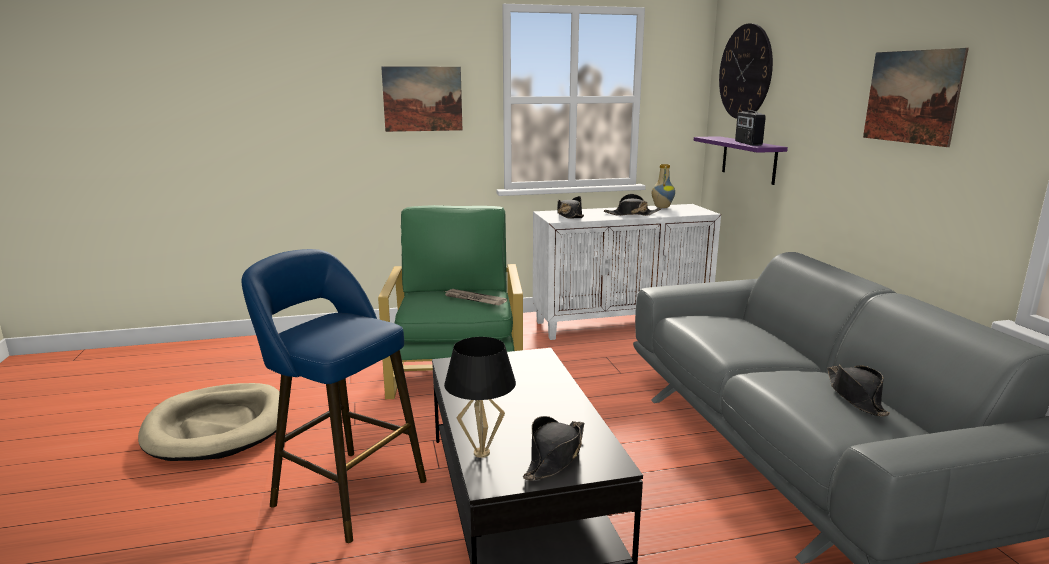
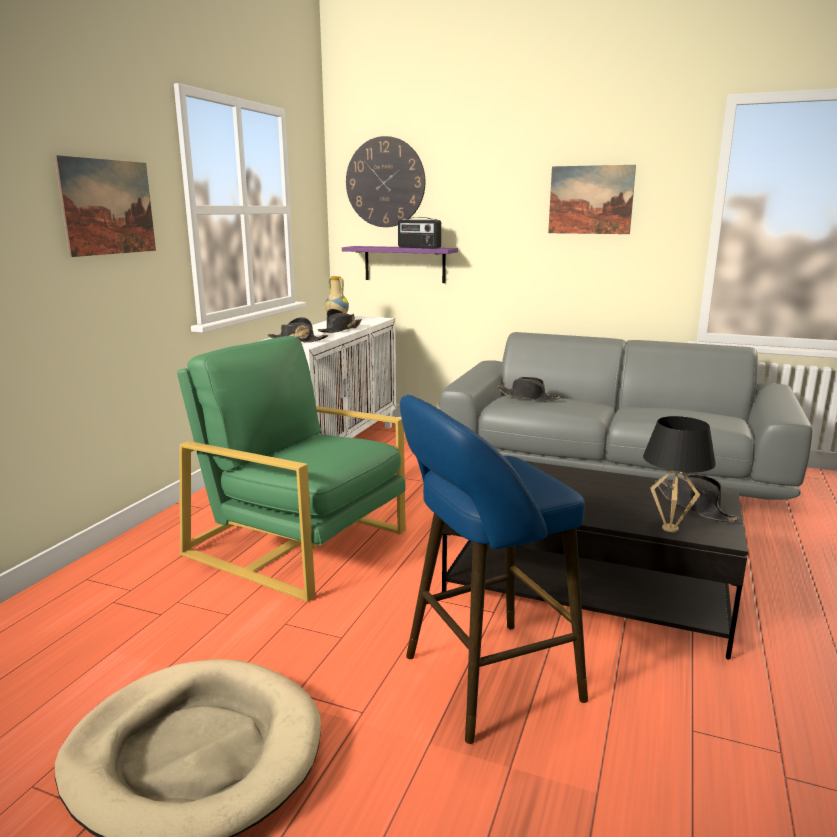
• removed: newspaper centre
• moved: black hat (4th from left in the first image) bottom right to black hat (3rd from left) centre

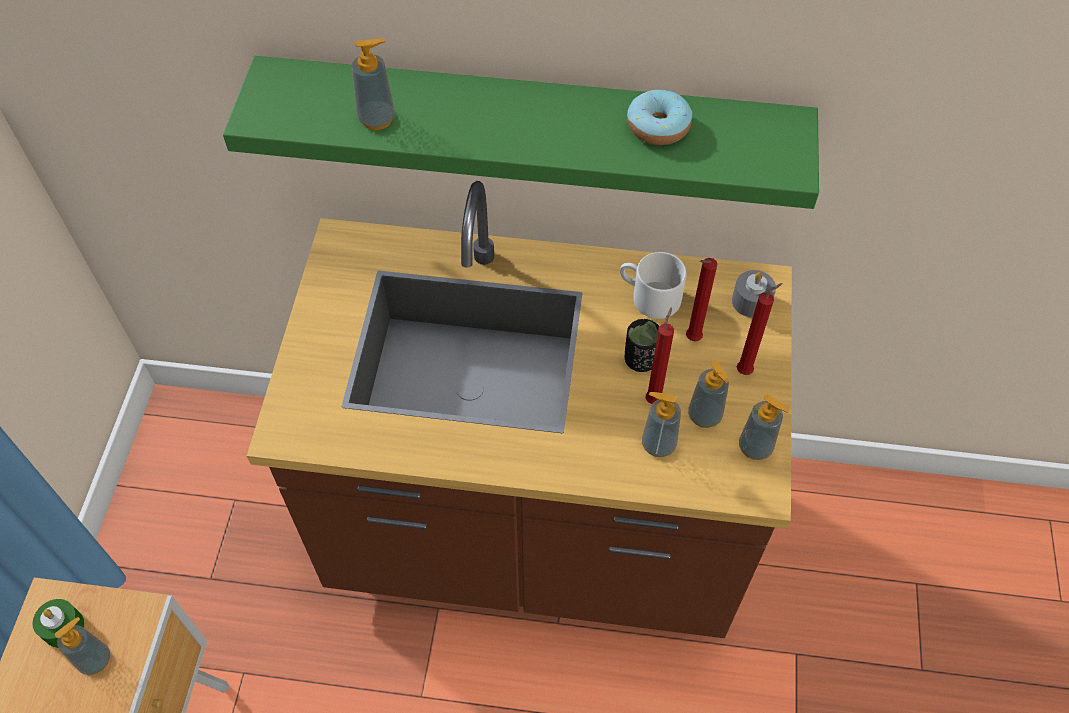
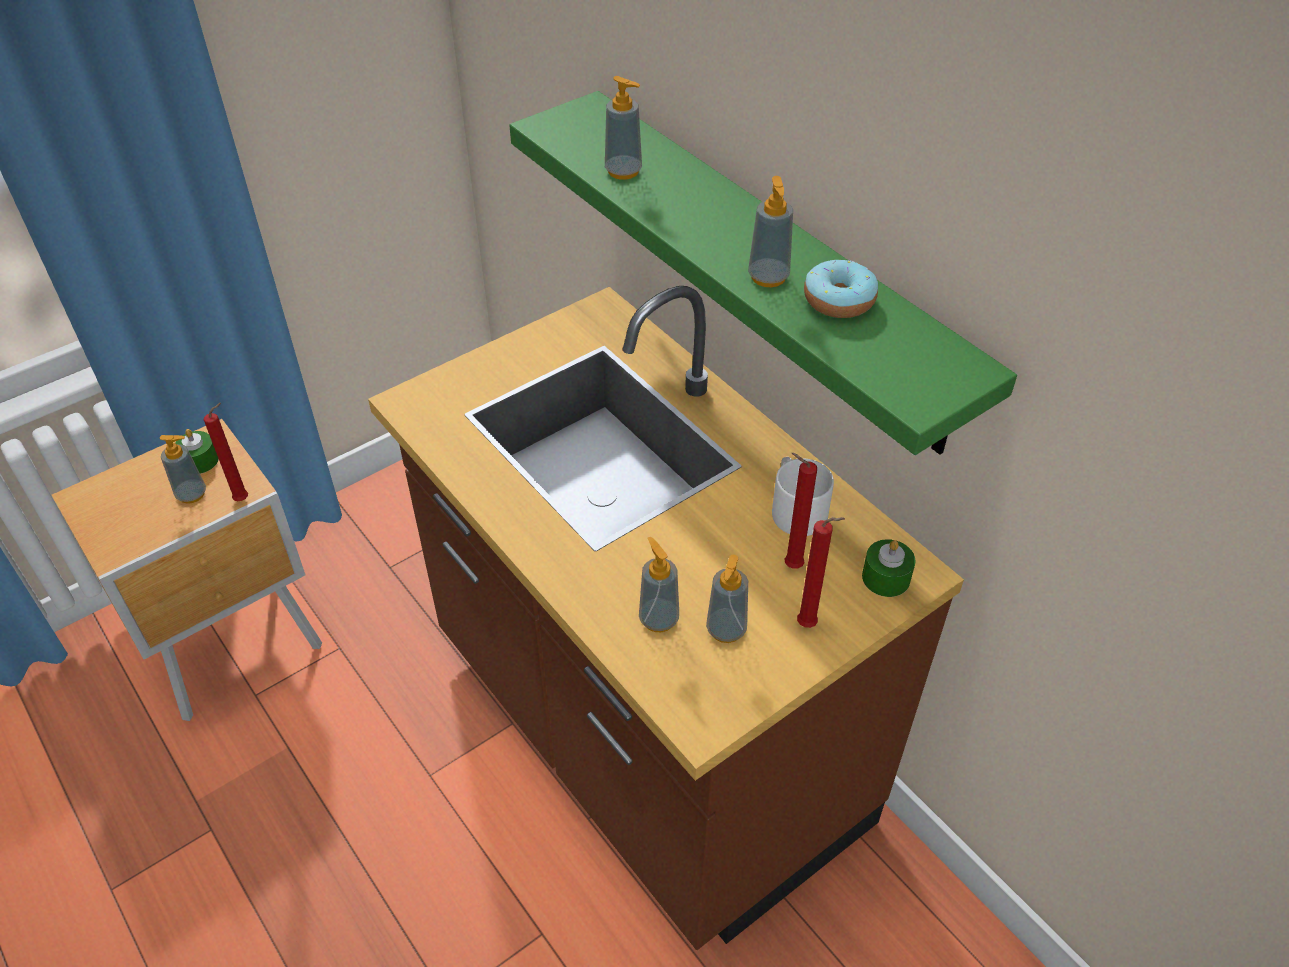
• recoloured: grey candle middle right to green candle (2nd from left) middle right
• moved: red candle (1st from left) centre to middle left
• removed: black cup centre
• moved: soap dispenser (5th from left) middle right to top centre

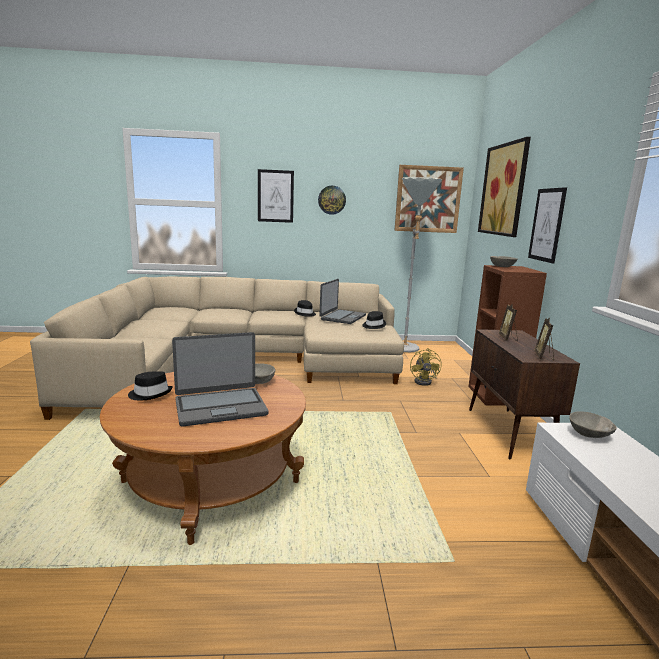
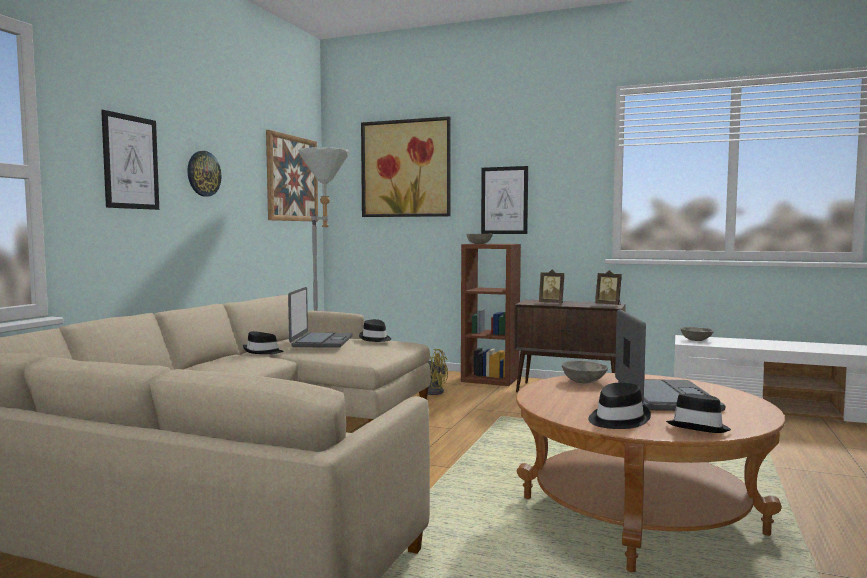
• turned: laptop (2nd from left in the first image) centre = centre 45 degrees clockwise
• added: black hat (4th from left) bottom right

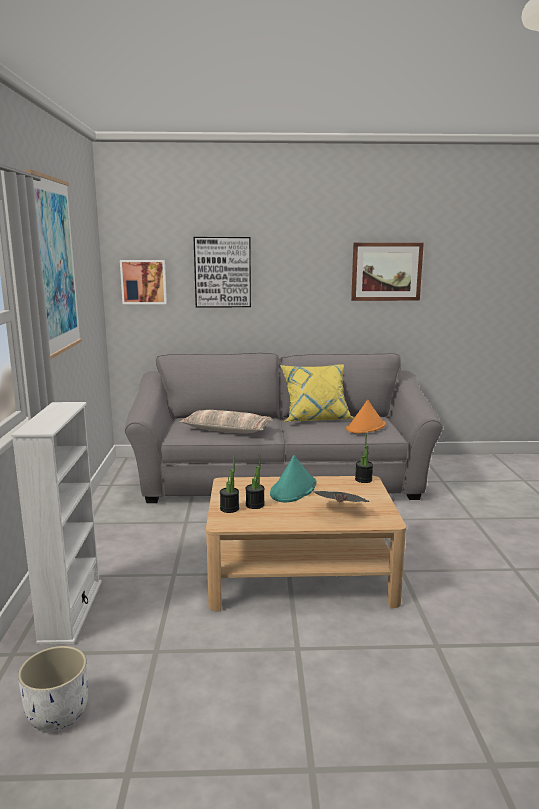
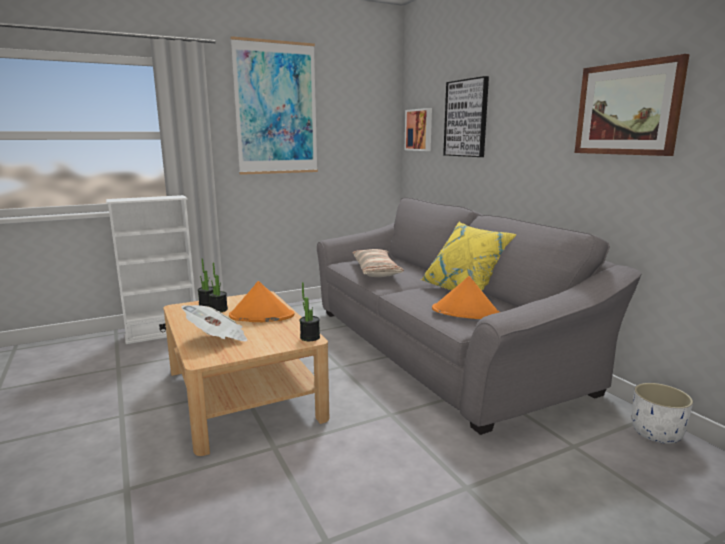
• recoloured: turquoise hat centre to orange hat (1st from left) centre
• moved: white planter bottom left to bottom right

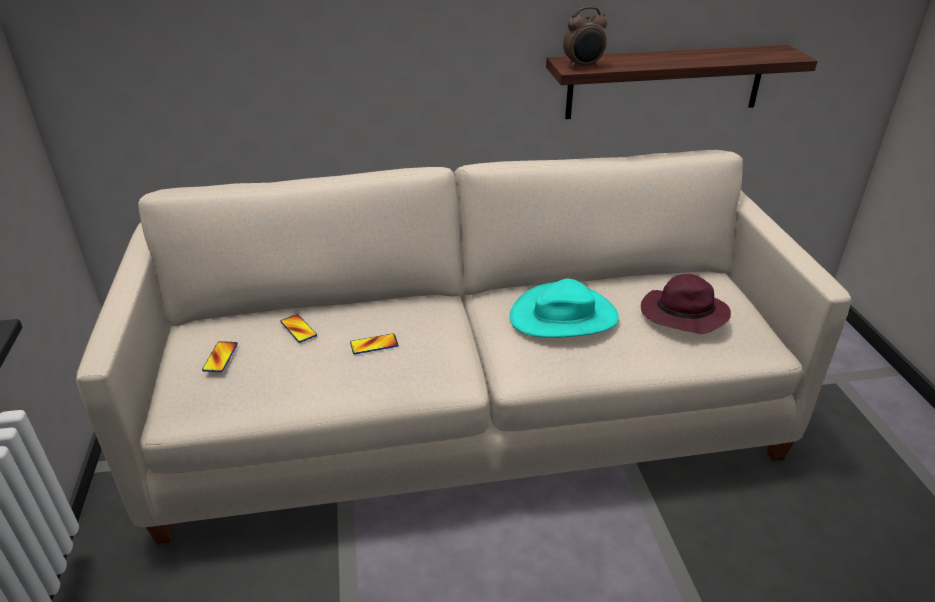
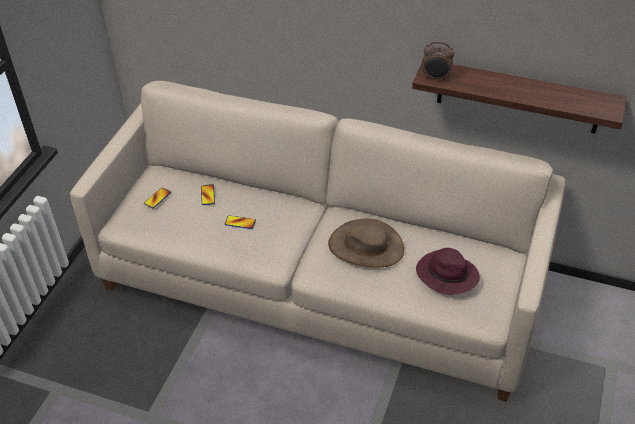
• recoloured: turquoise hat centre to brown hat centre

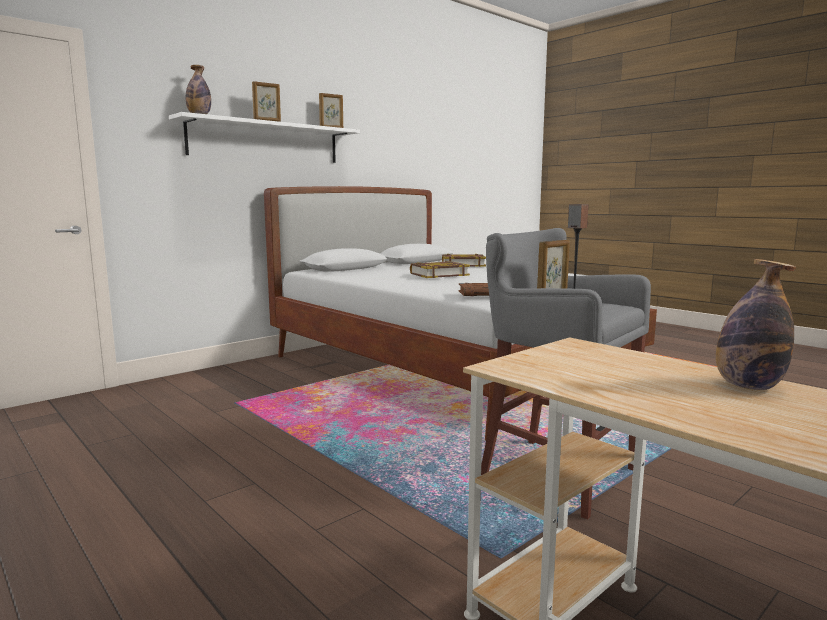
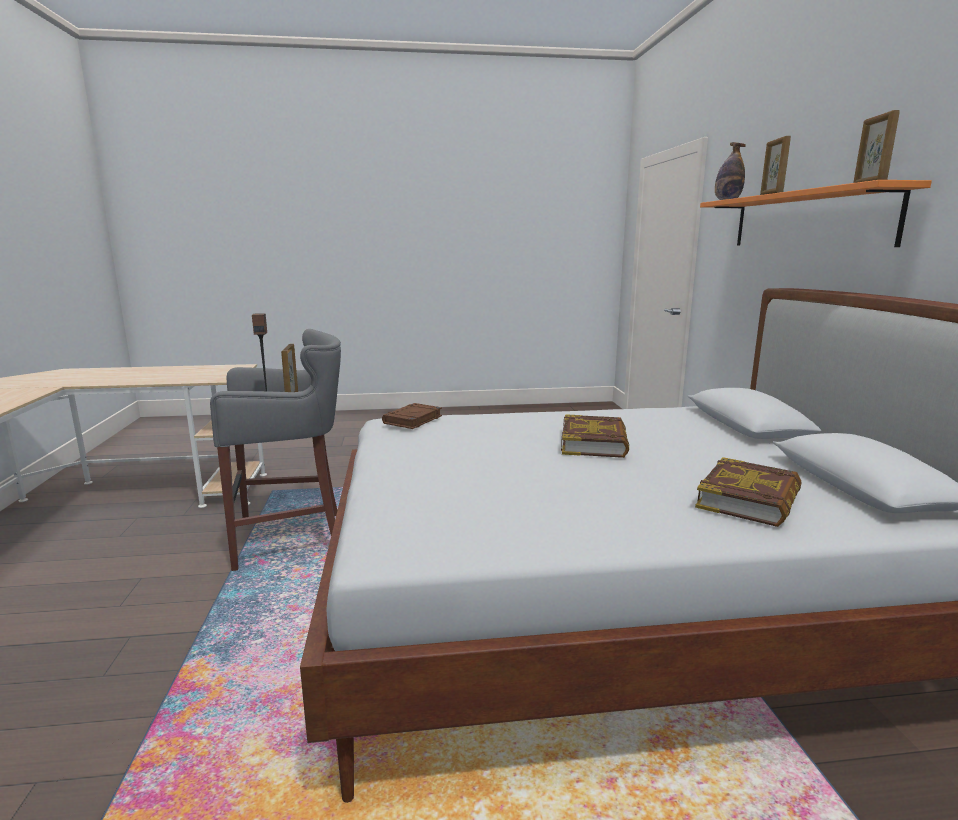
• recoloured: white shelf top left to orange shelf top right
• removed: bottle (2nd from left) middle right

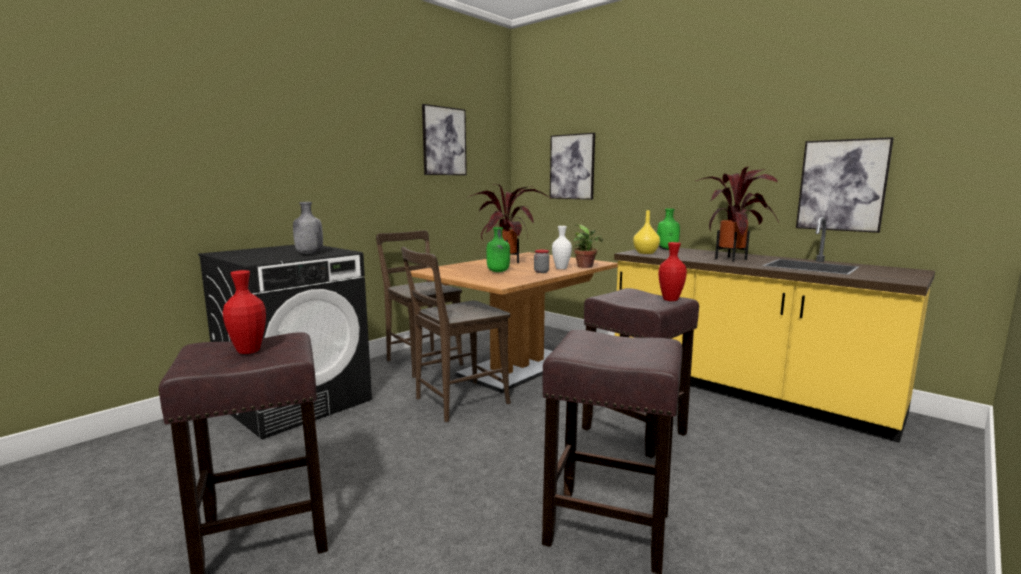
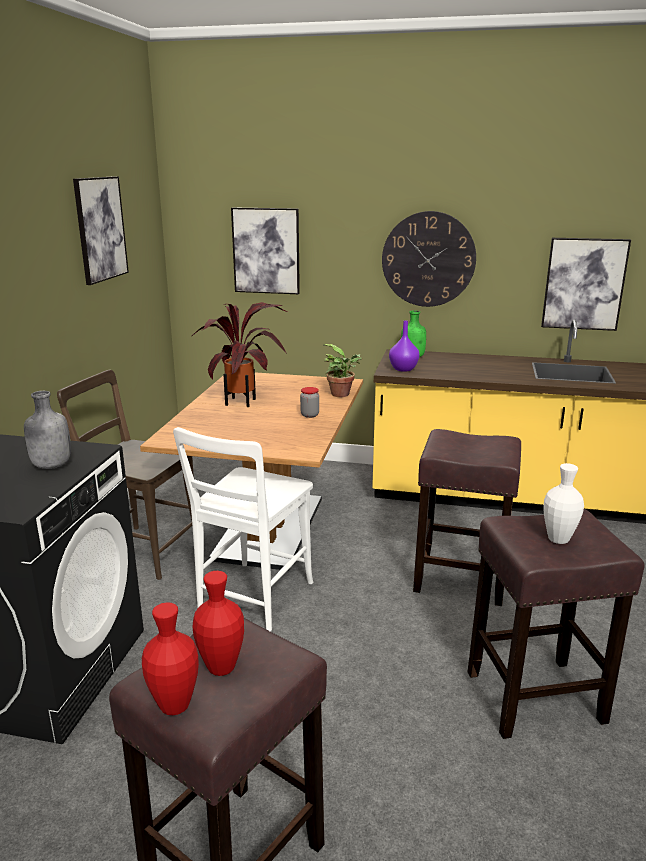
• removed: potted plant (3rd from left) middle right
• recoloured: yellow vase centre to purple vase centre
• moved: white vase centre to middle right
• removed: green bottle (1st from left) centre
• moved: red vase (2nd from left in the first image) centre to red vase (1st from left) bottom left
• recoloured: brown chair (2nd from left) centre to white chair centre
• added: wall clock top centre

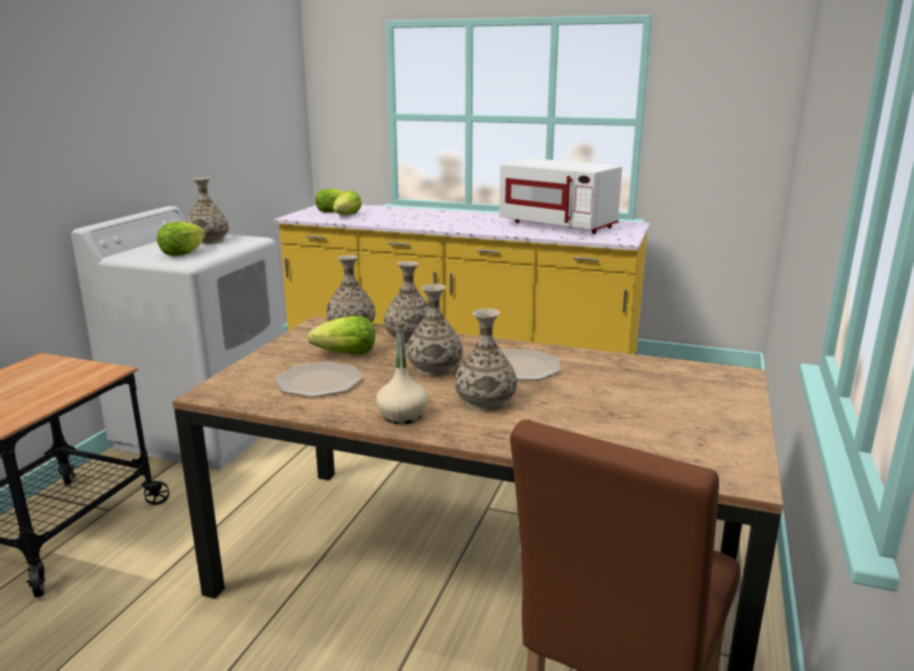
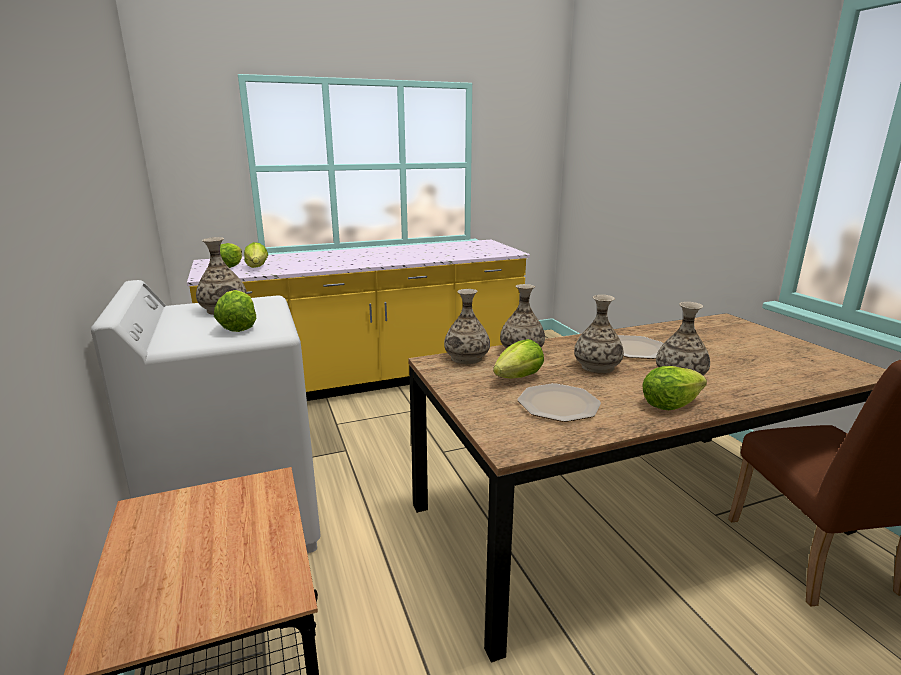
• removed: white microwave top centre
• replaced: beige bottle centre to lettuce (5th from left) middle right

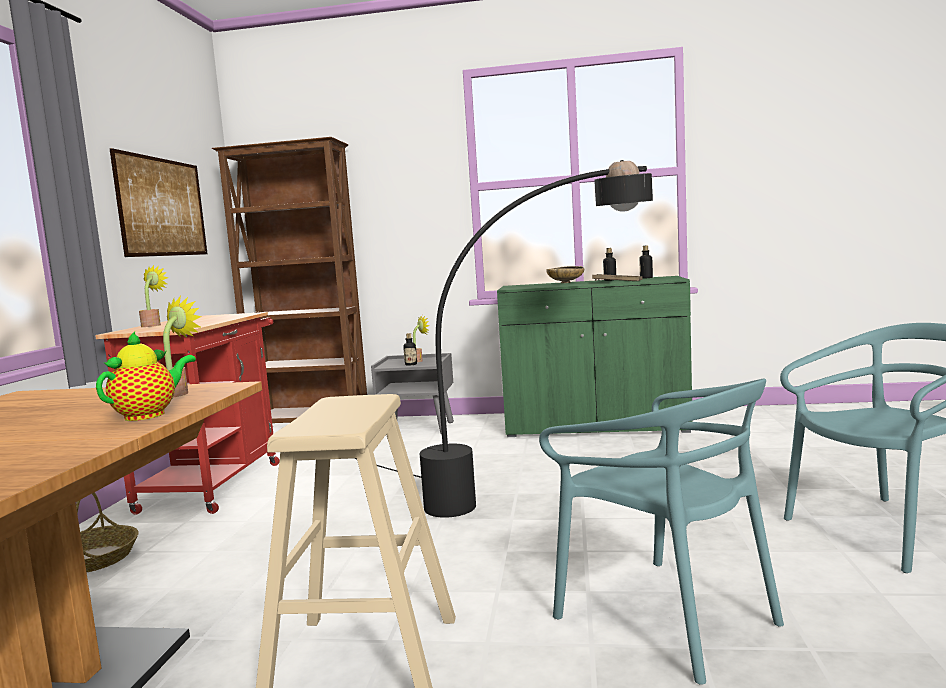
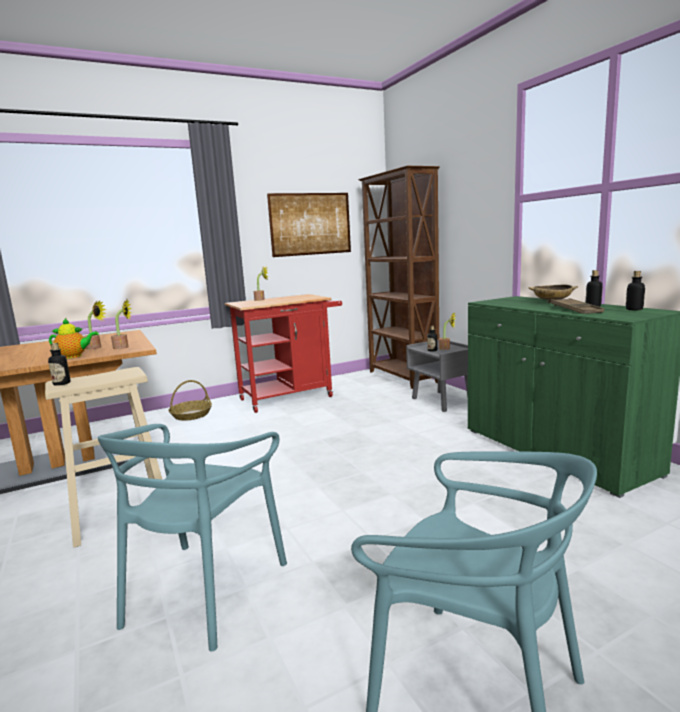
• removed: black floor lamp centre
• added: potted plant (1st from left) middle left
• added: bottle (1st from left) middle left

